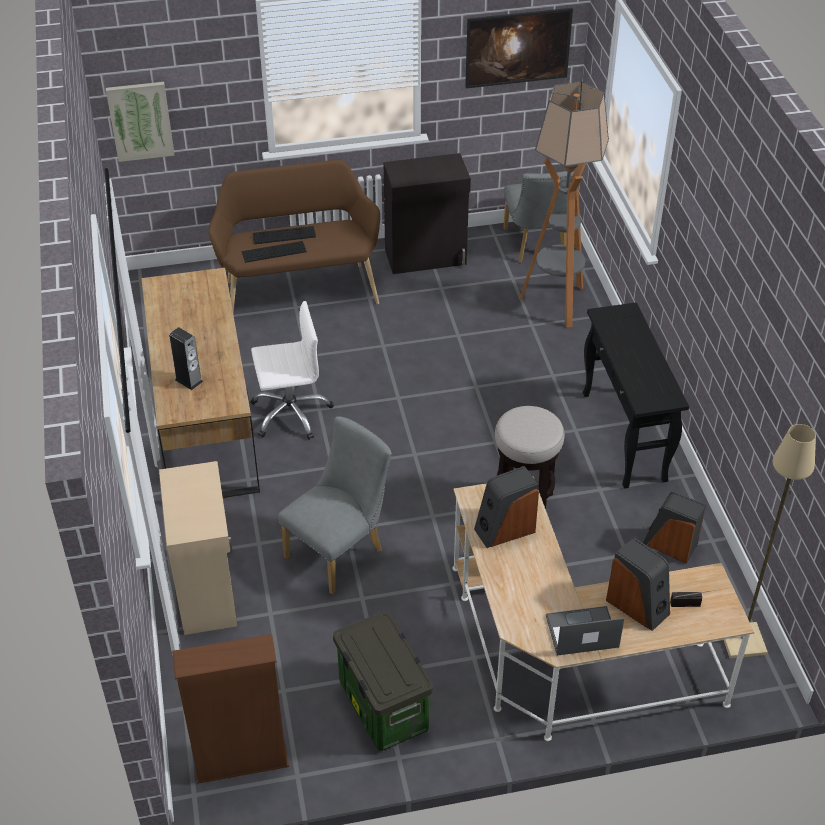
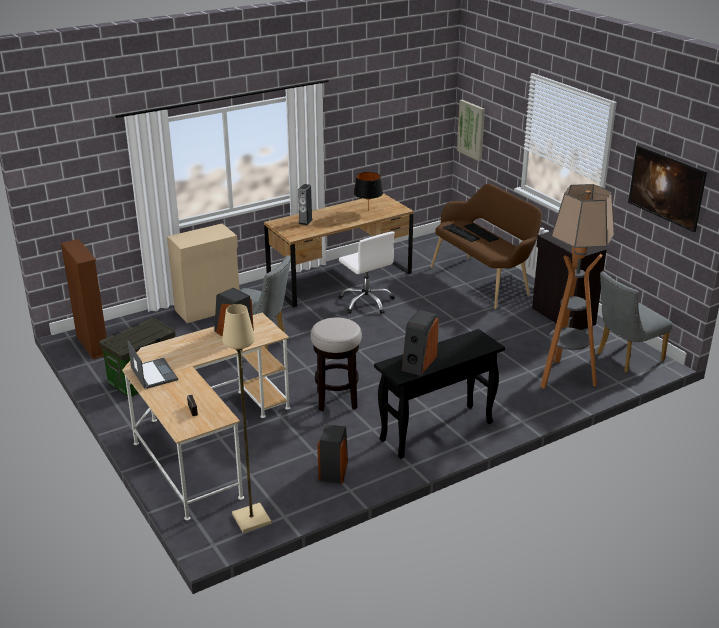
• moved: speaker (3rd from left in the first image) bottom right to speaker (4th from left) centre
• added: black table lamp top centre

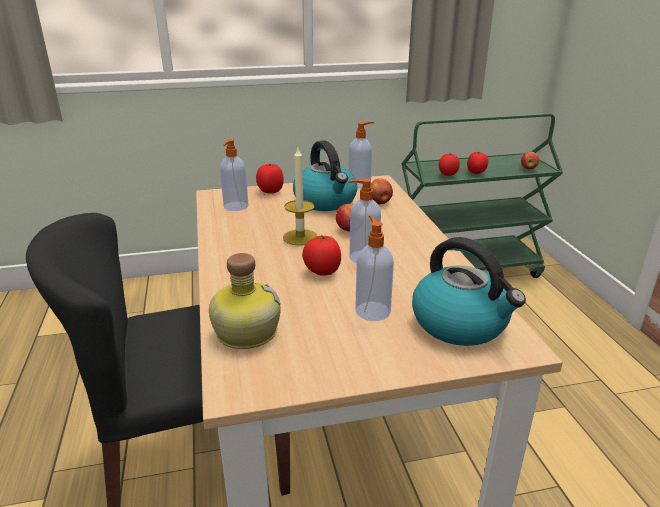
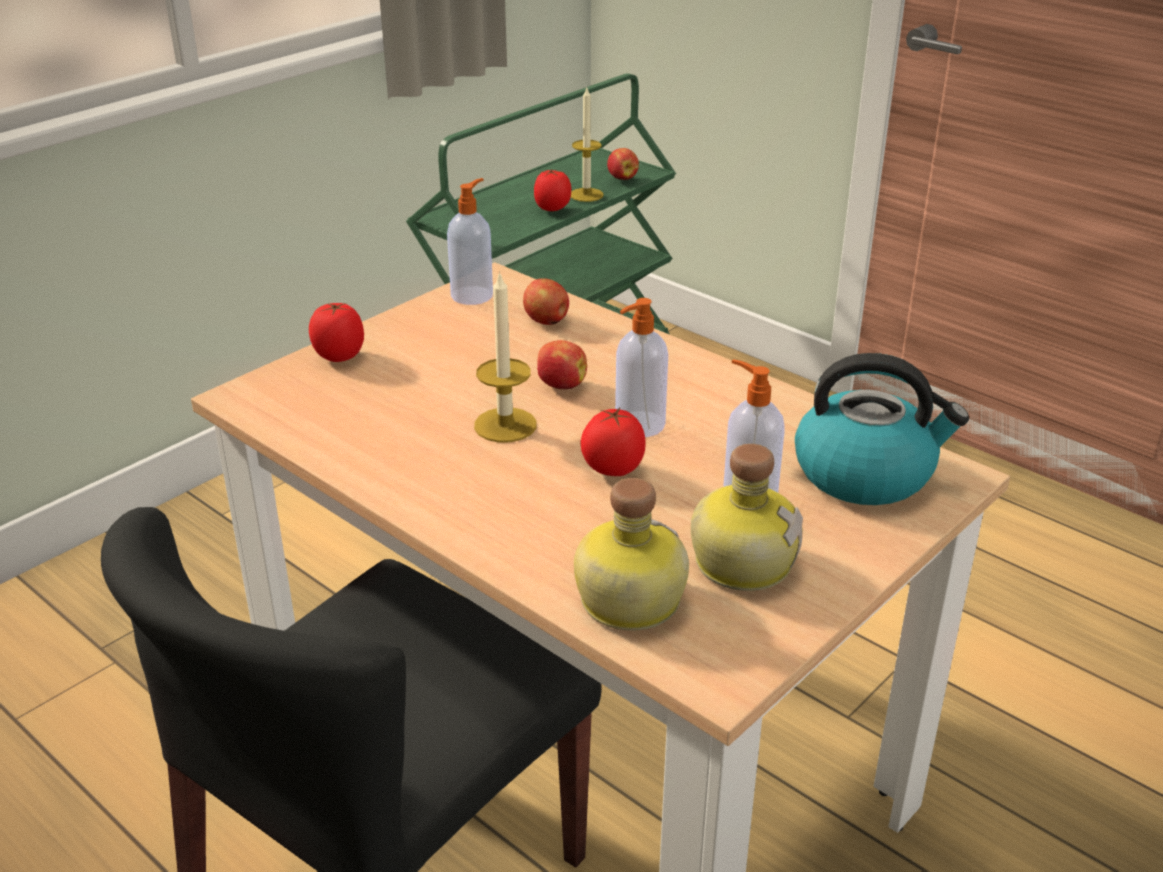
• removed: soap dispenser (1st from left) centre
• removed: kettle (1st from left) centre
• removed: tomato (3rd from left) top right
• added: candle (2nd from left) top centre
• added: bottle (2nd from left) centre

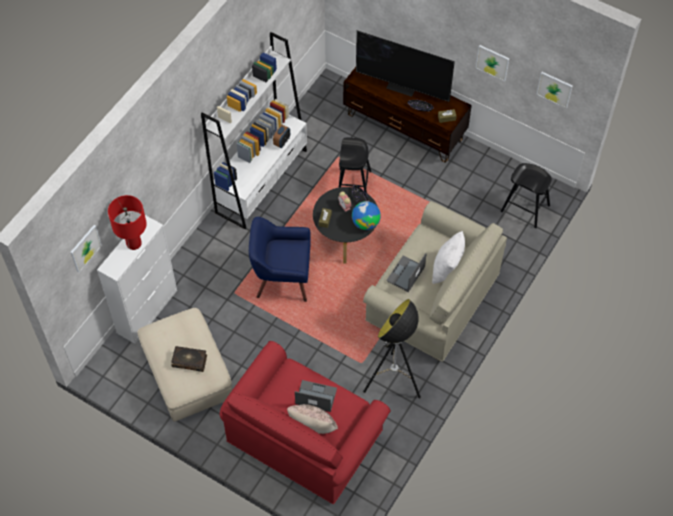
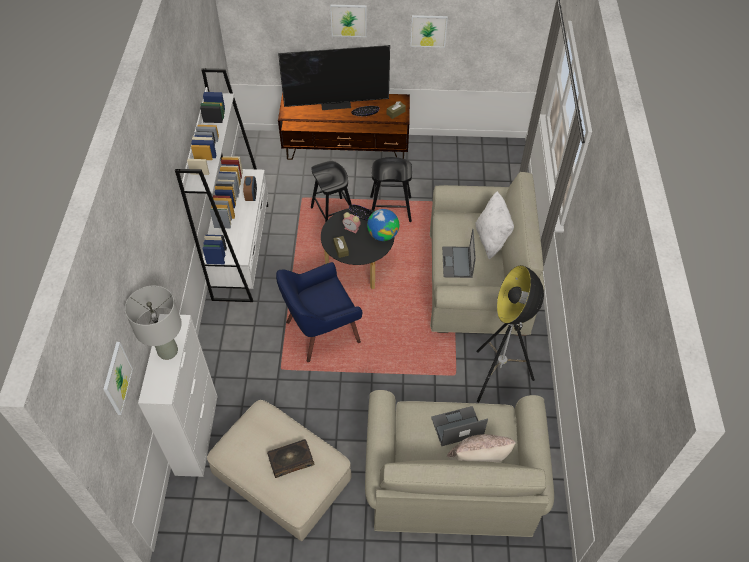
• moved: picture (3rd from left in the first image) top right to picture (2nd from left) top centre
• moved: black stool (2nd from left) middle right to centre
• recoloured: red table lamp middle left to grey table lamp middle left
• recoloured: red sofa bottom centre to beige sofa (1st from left) bottom centre

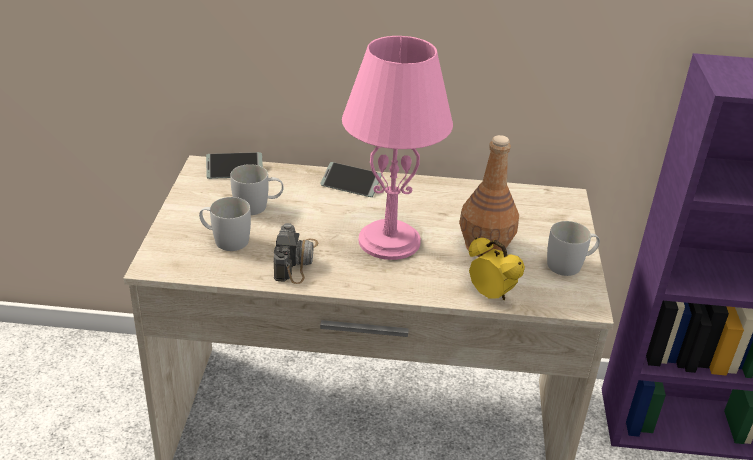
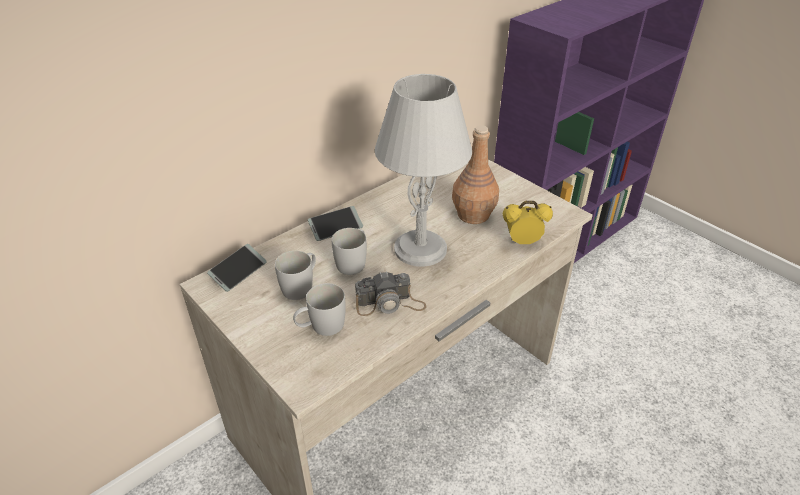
• recoloured: pink table lamp top centre to grey table lamp centre
• moved: white mug (3rd from left) middle right to centre
• turned: photo camera centre = centre 120 degrees clockwise

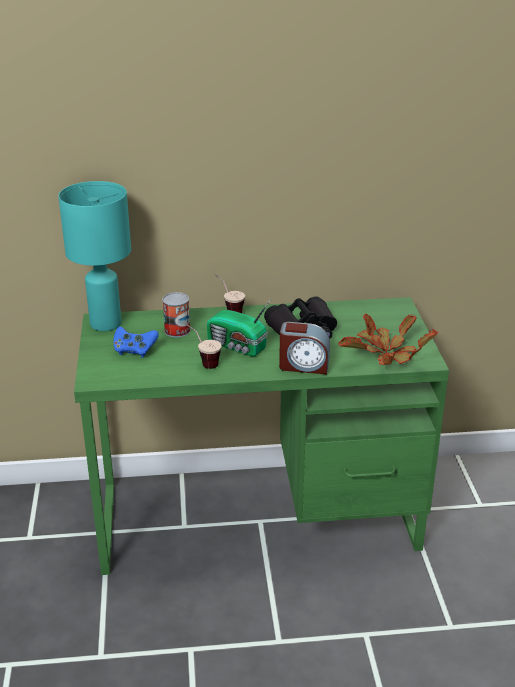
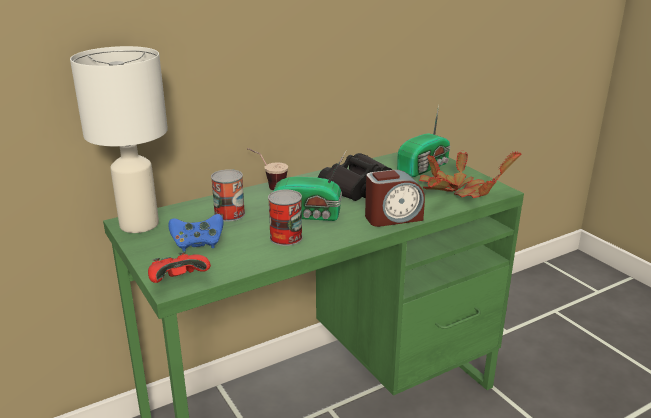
• recoloured: turquoise table lamp middle left to white table lamp top left
• replaced: cup (1st from left) centre to can (2nd from left) centre
• added: radio (2nd from left) centre
• added: red game controller middle left

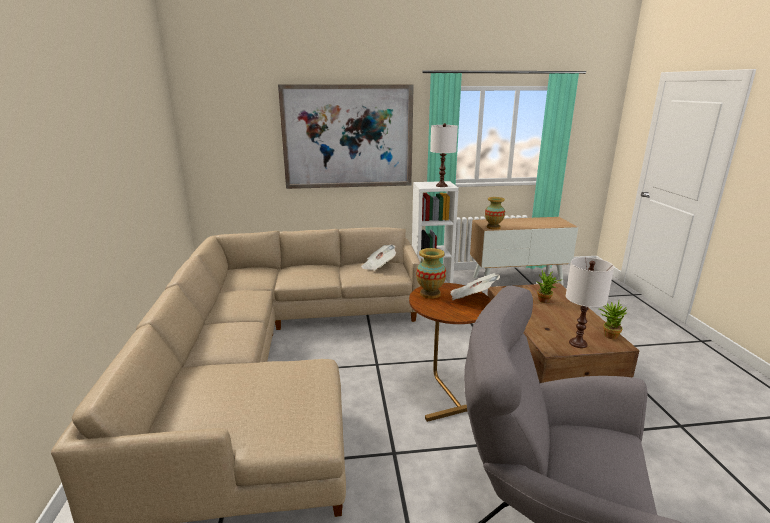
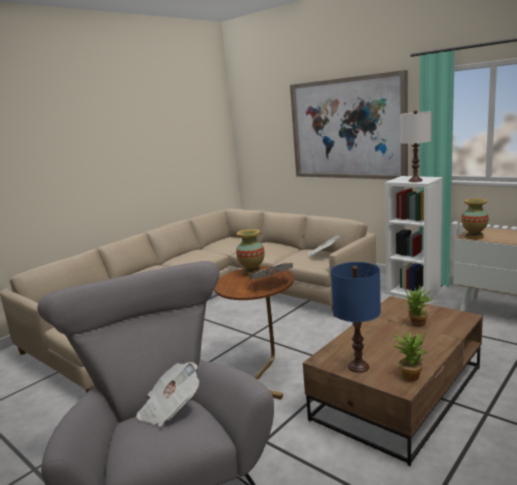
• recoloured: white table lamp (2nd from left) middle right to blue table lamp middle right
• added: newspaper (1st from left) bottom left

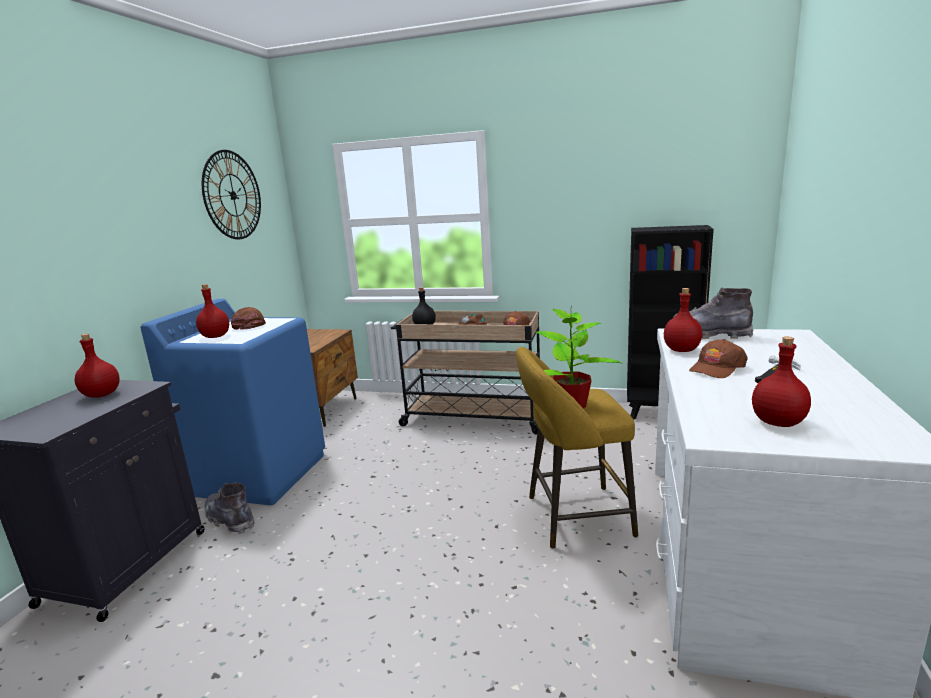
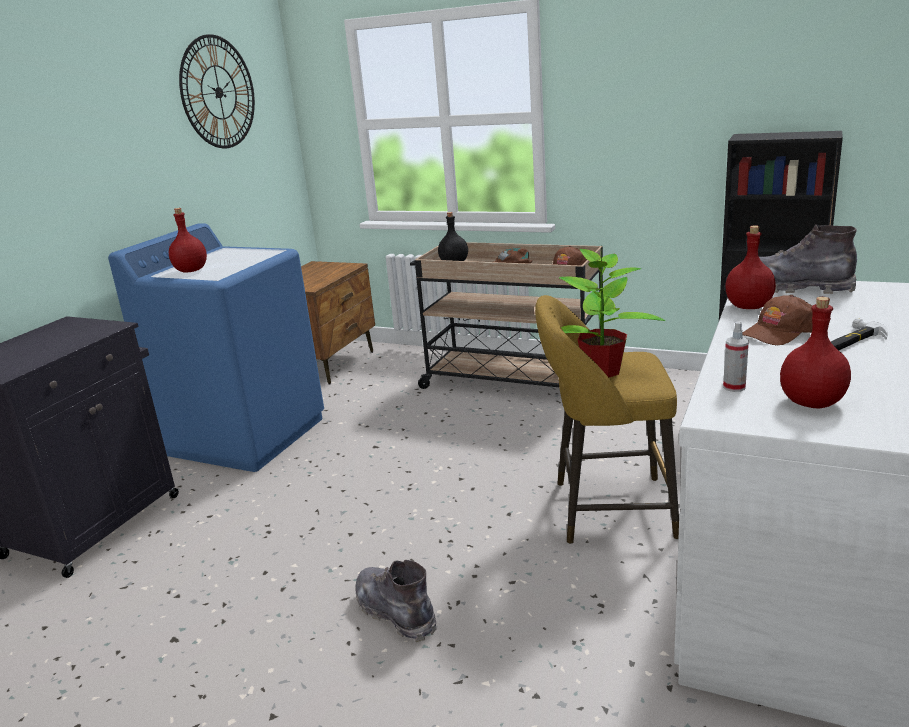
• removed: brown cap (1st from left) middle left
• removed: red bottle (1st from left) middle left
• moved: grey boot (1st from left) bottom left to bottom centre
• added: spray bottle middle right

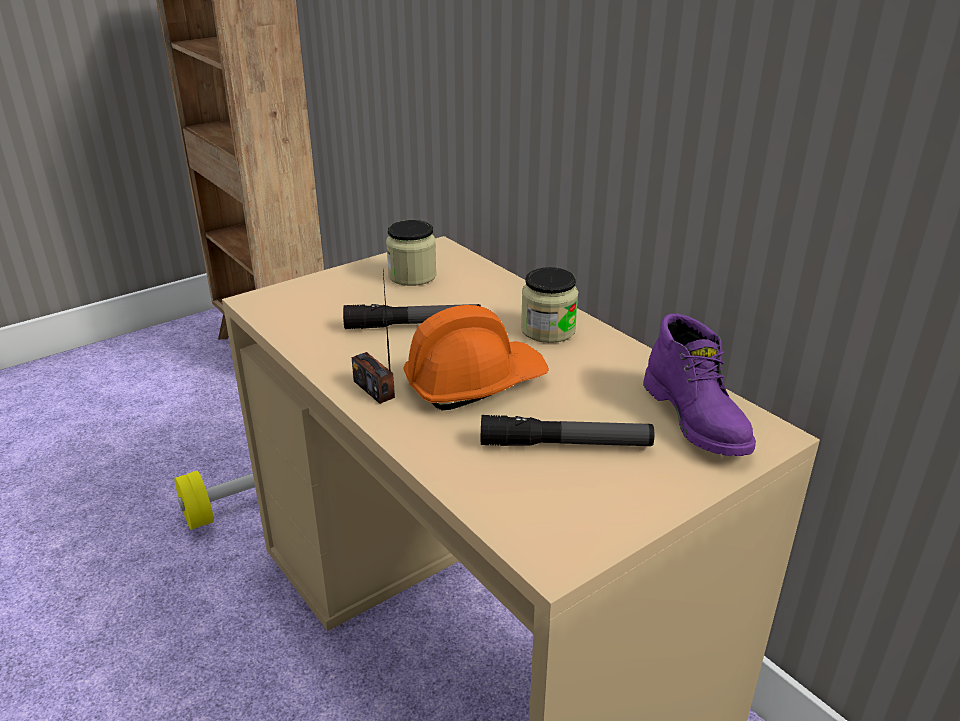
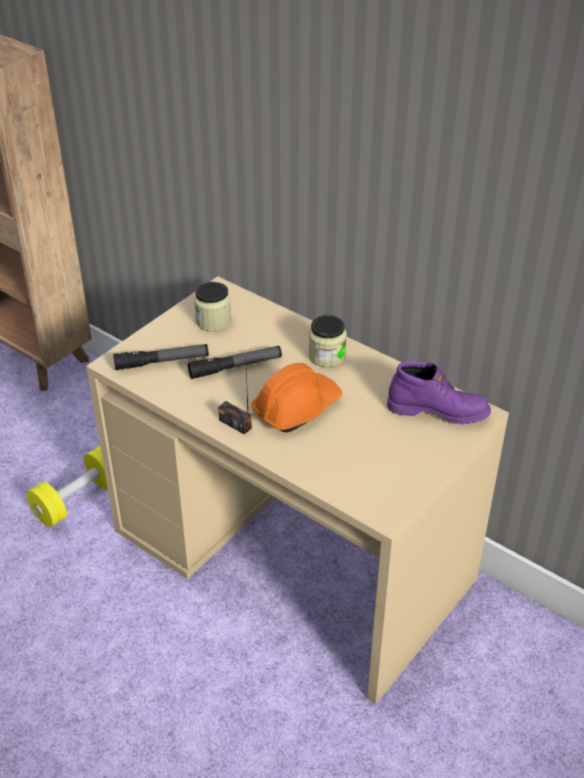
• turned: purple boot middle right = middle right 45 degrees counterclockwise
• moved: flashlight (2nd from left in the first image) centre to flashlight (1st from left) middle left

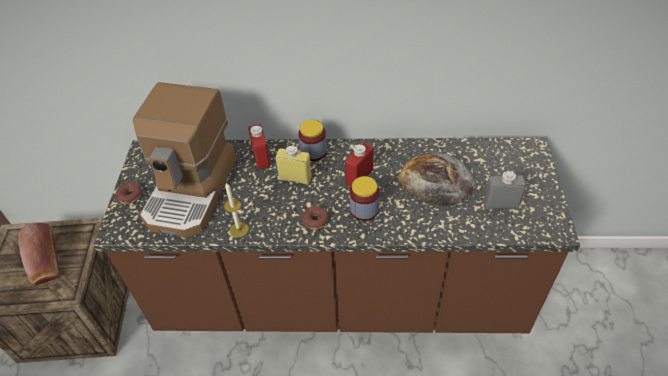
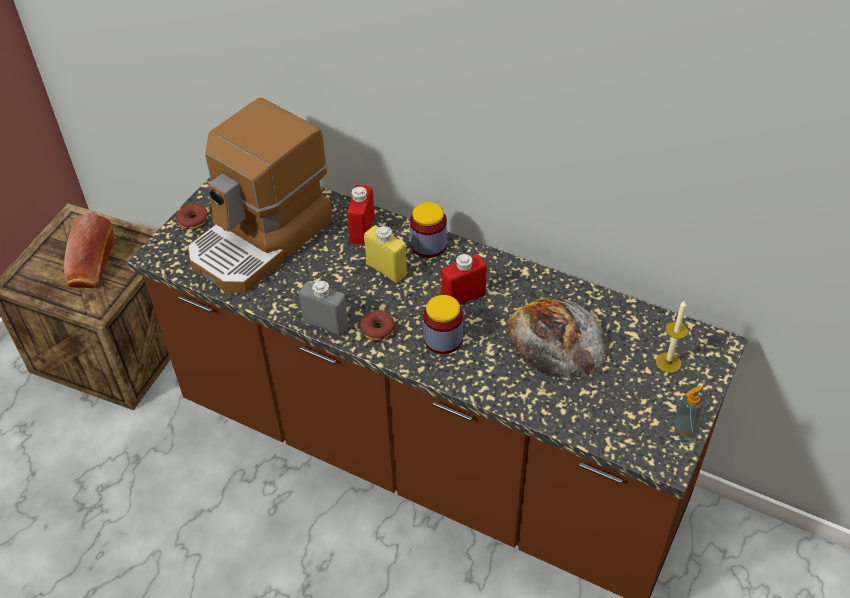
• moved: grey bottle middle right to centre
• moved: candle centre to middle right
• added: soap dispenser bottom right

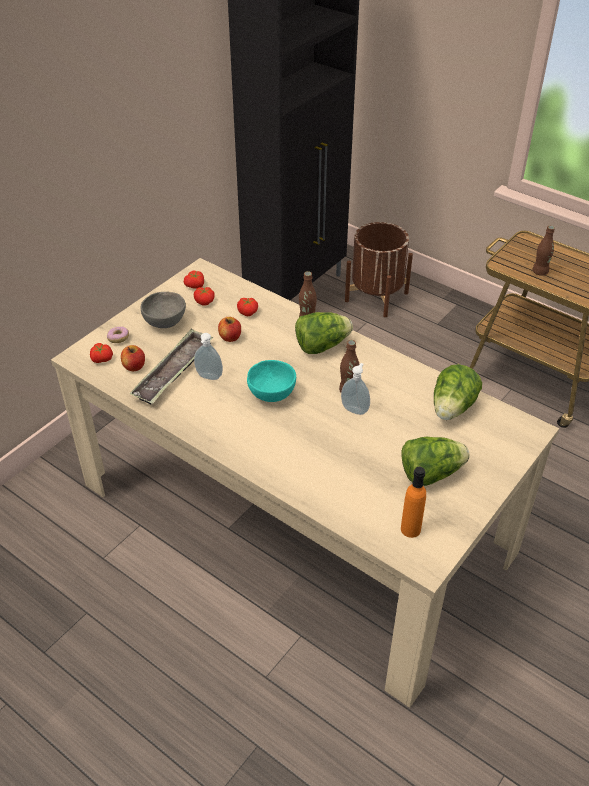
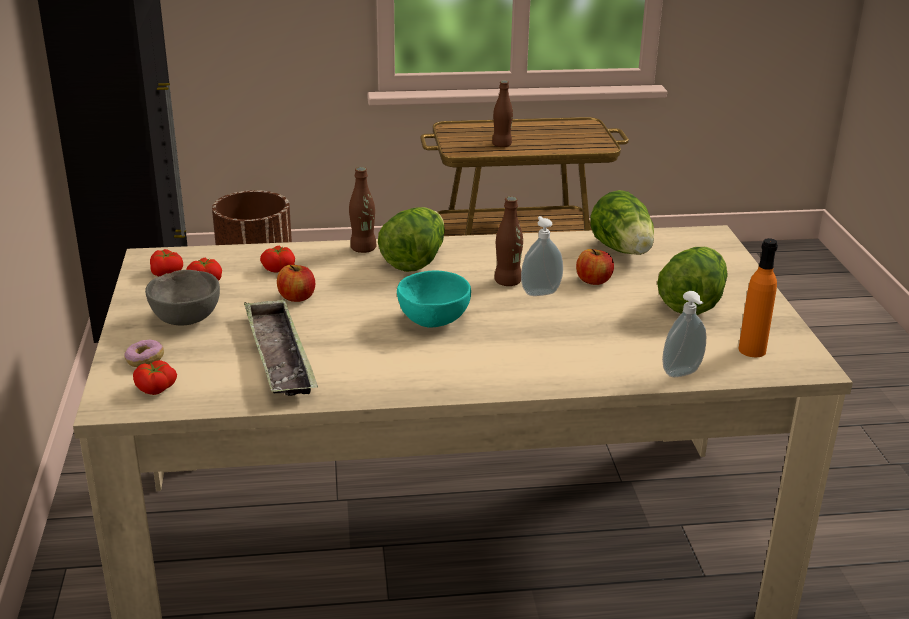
• moved: soap dispenser (1st from left in the first image) centre to soap dispenser (2nd from left) middle right
• moved: apple (1st from left in the first image) middle left to apple (2nd from left) centre

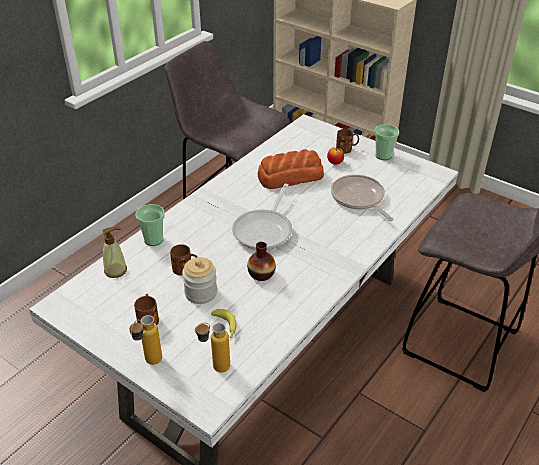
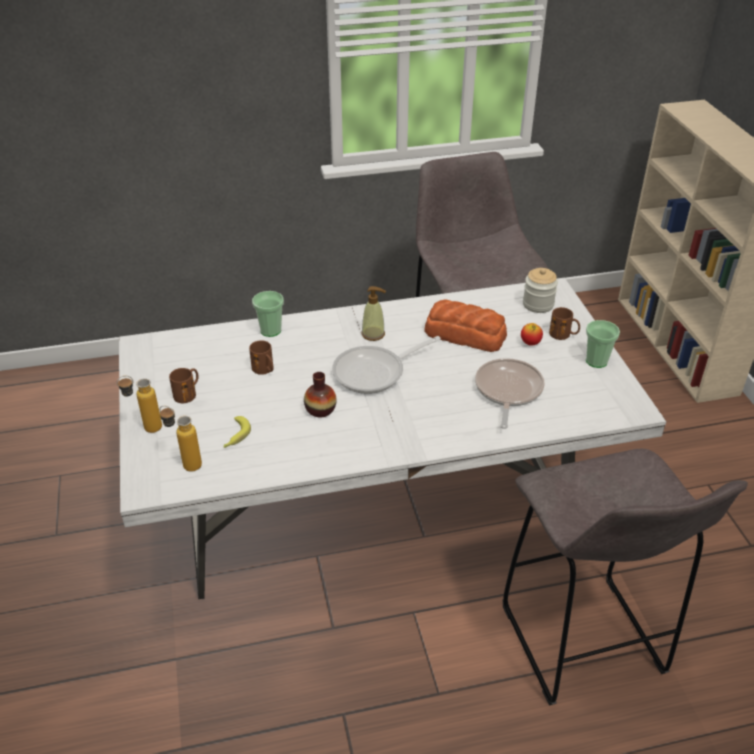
• moved: soap dispenser middle left to centre
• moved: jar centre to middle right

